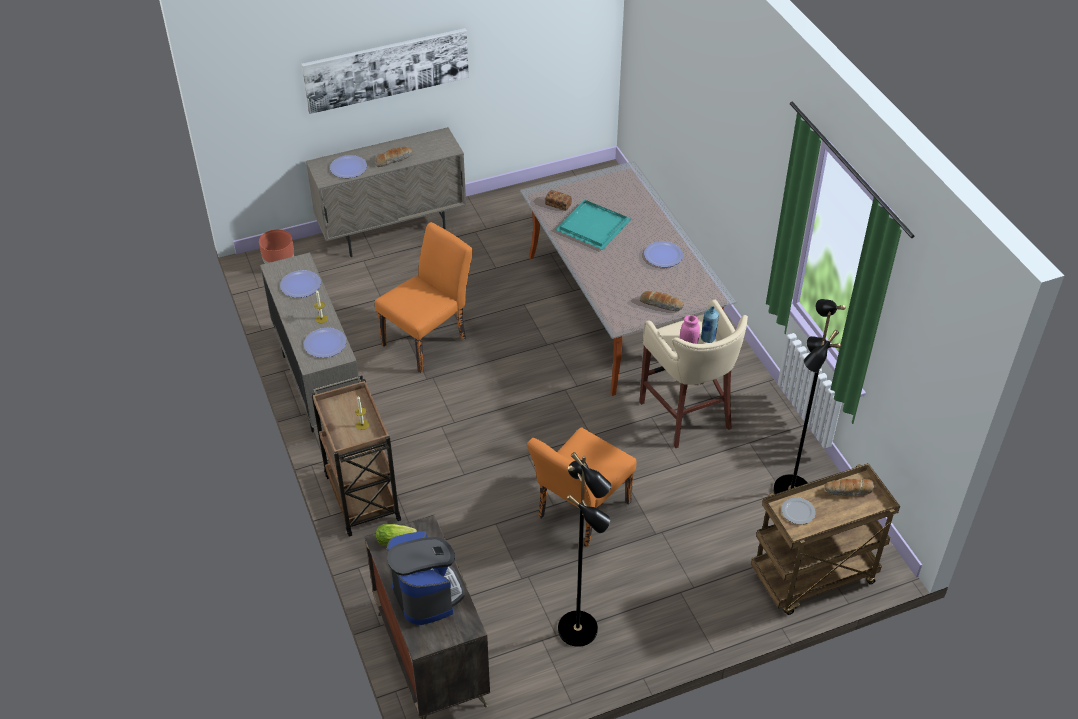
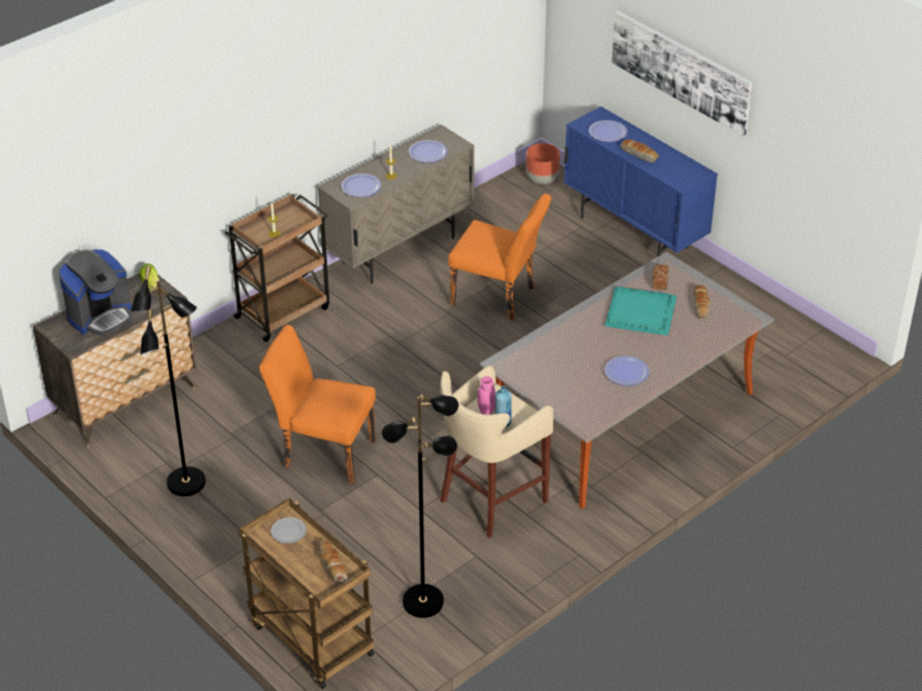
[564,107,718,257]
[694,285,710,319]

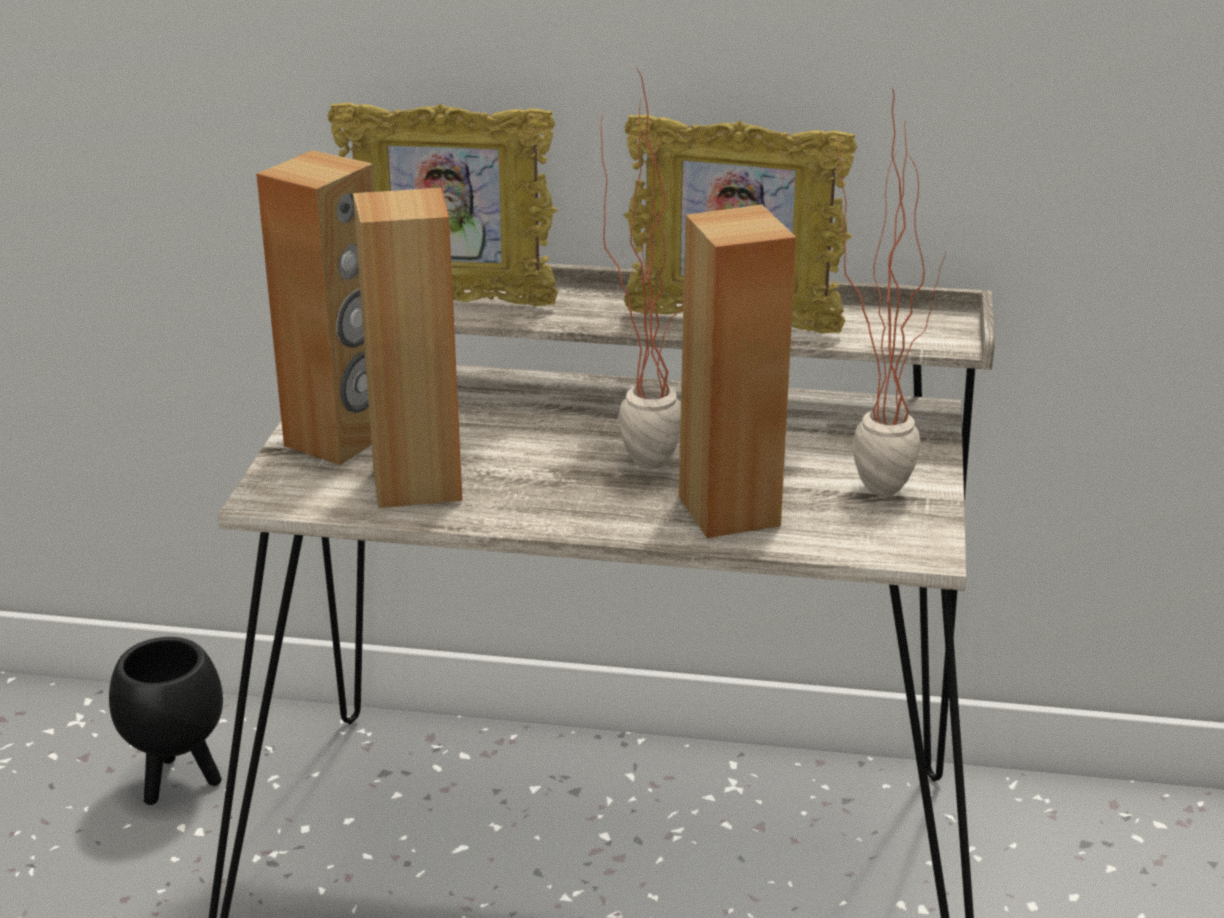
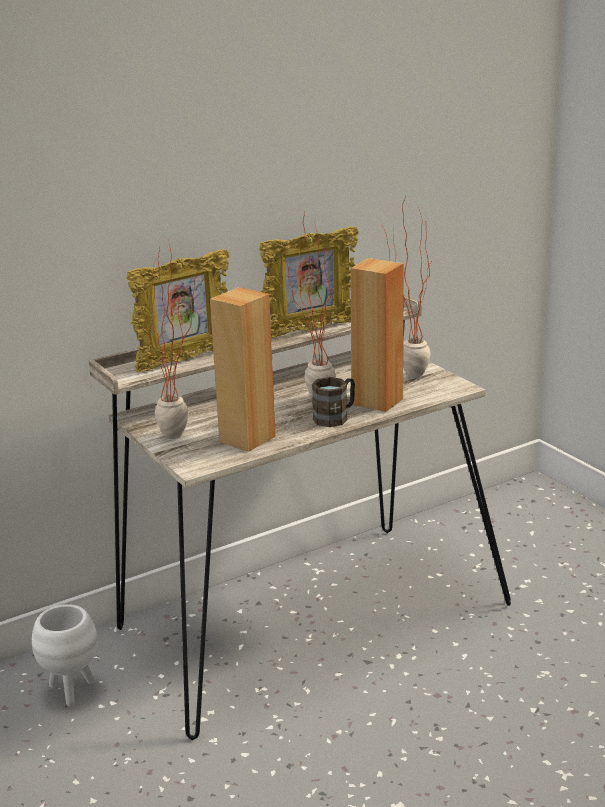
[32,604,98,707]
[143,244,198,439]
[312,377,355,427]

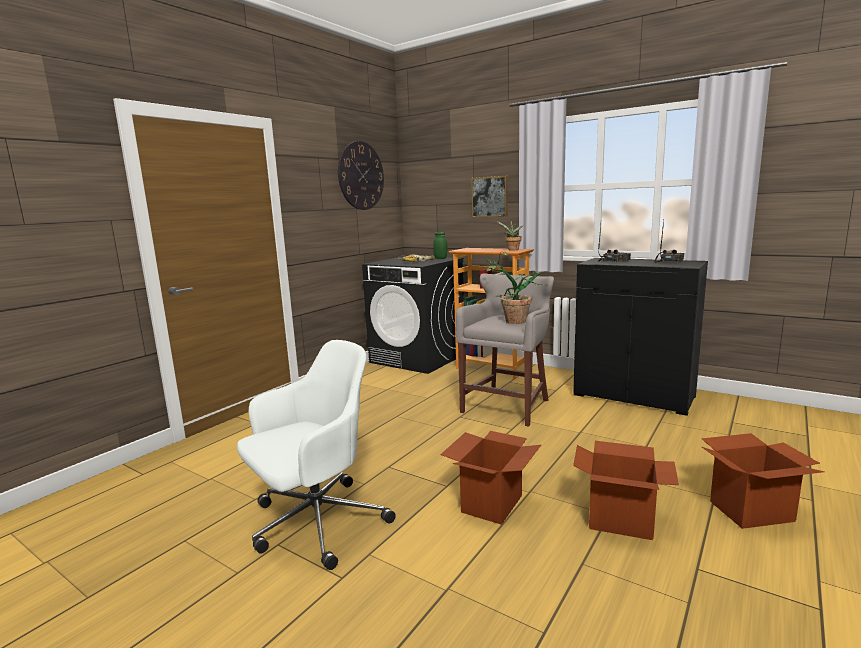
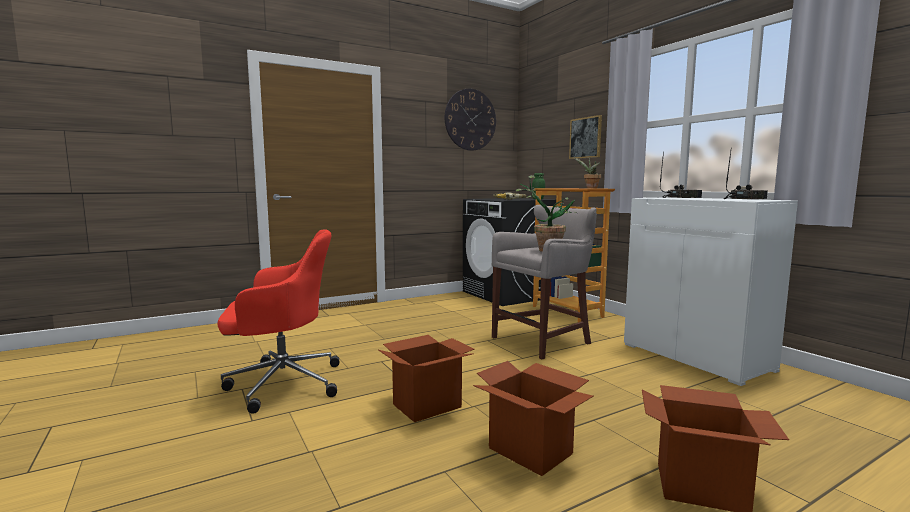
[217,230,339,414]
[624,197,798,386]

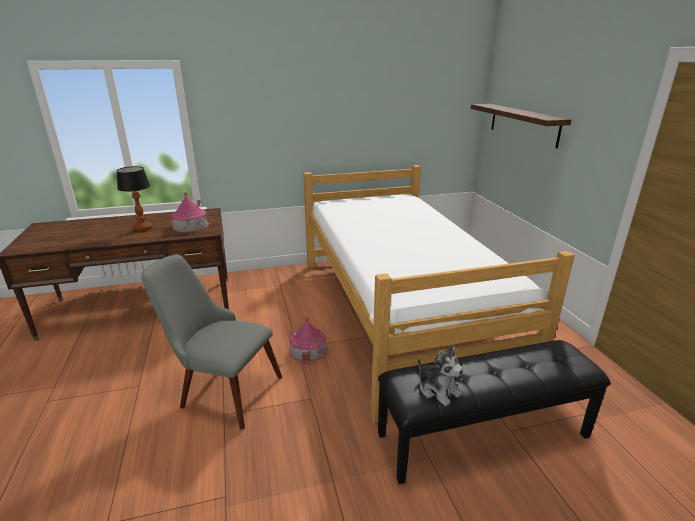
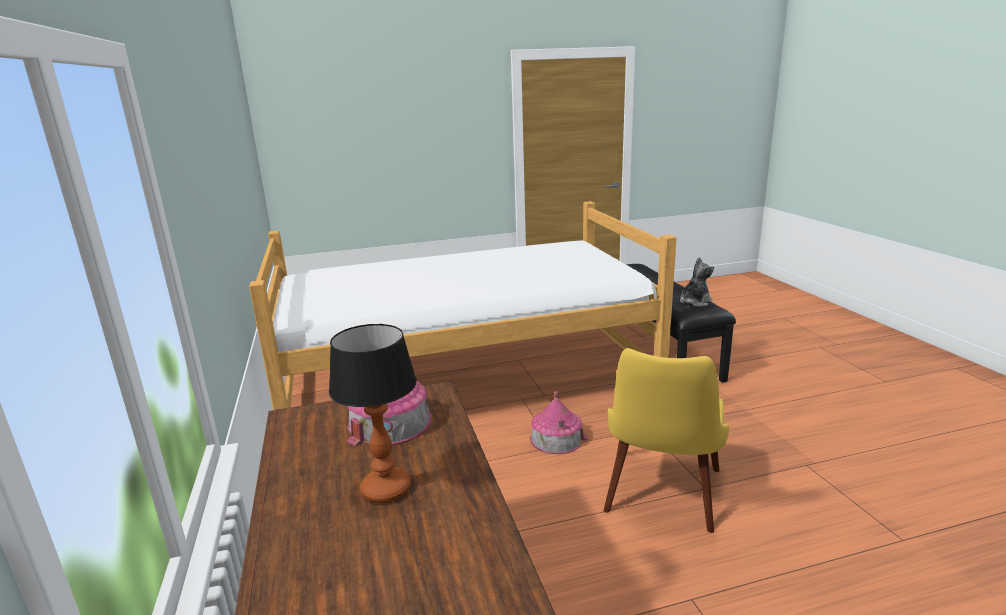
[604,348,729,533]
[471,104,571,148] (first image)

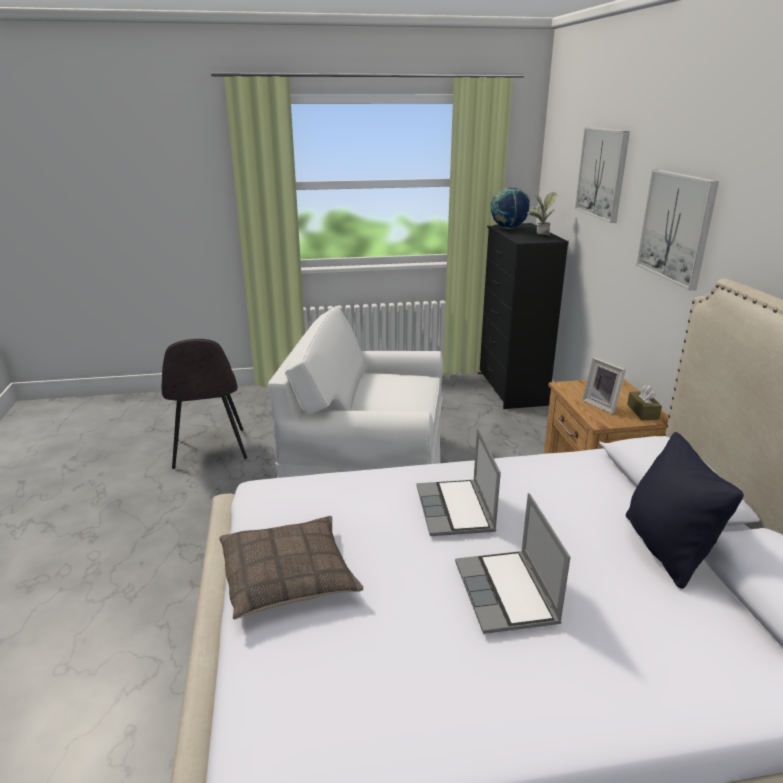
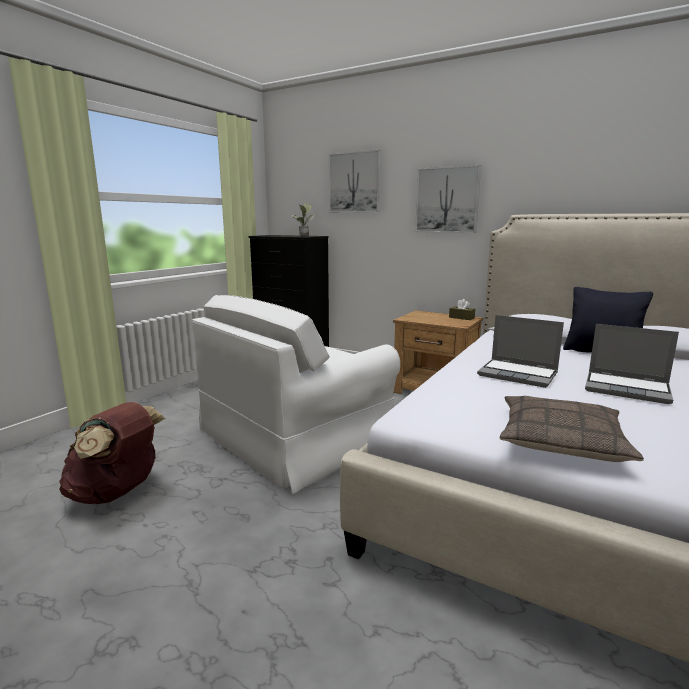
[59,402,166,504]
[490,187,530,229] (first image)
[583,357,626,414] (first image)

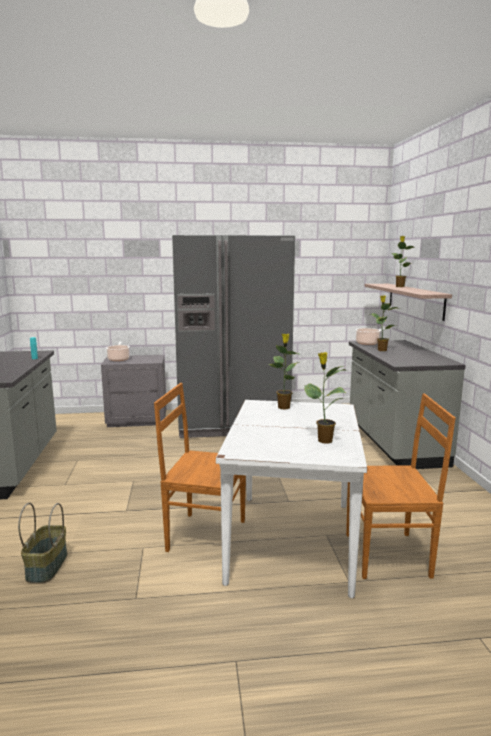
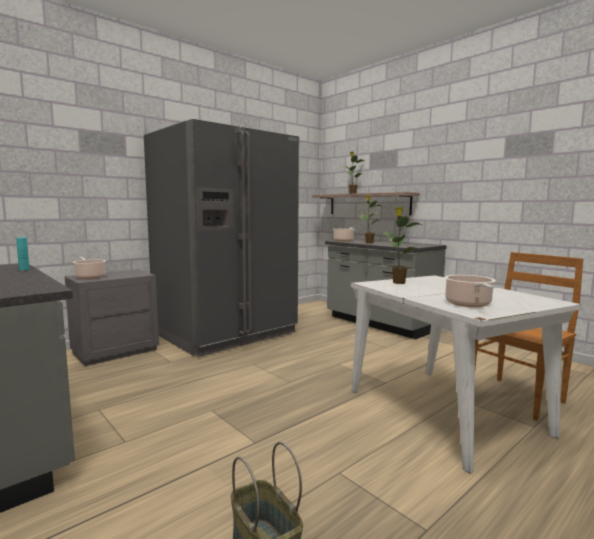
[444,275,496,307]
[154,383,246,552] (first image)
[304,352,347,444] (first image)

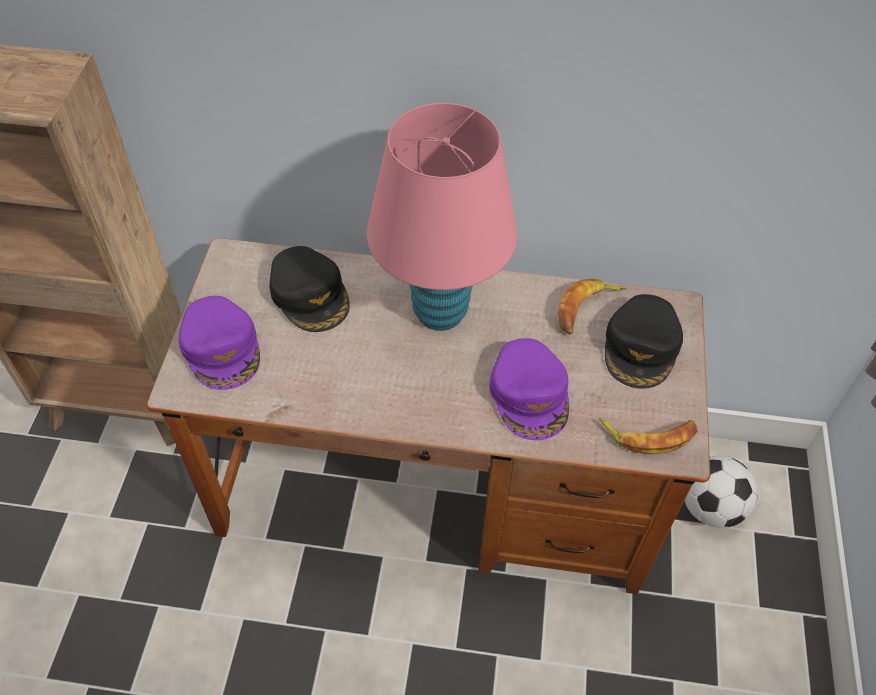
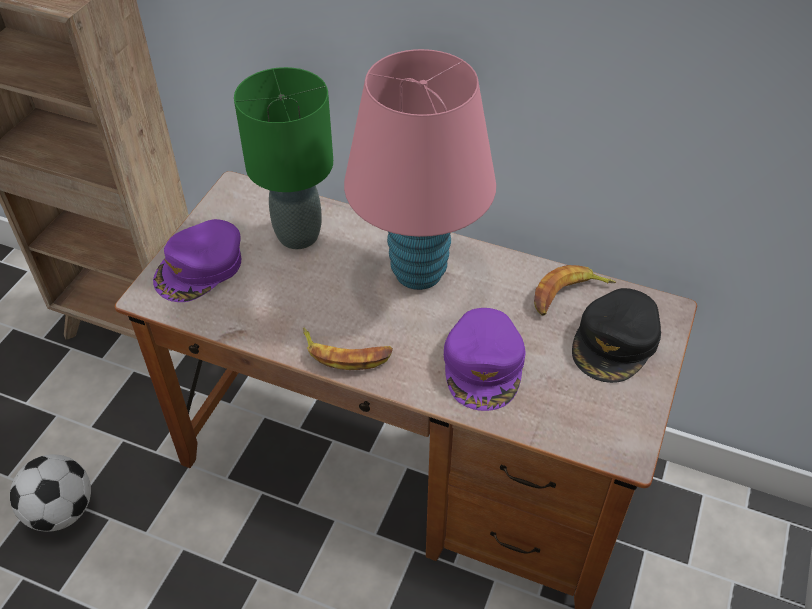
[10,454,91,532]
[153,219,241,302]
[234,67,333,249]
[303,328,393,370]

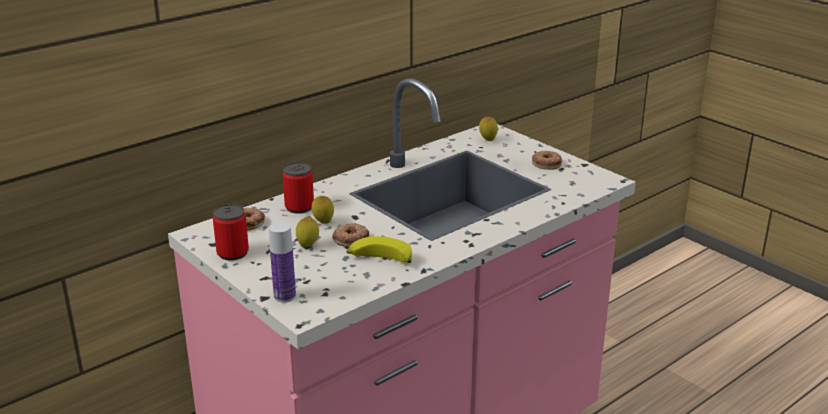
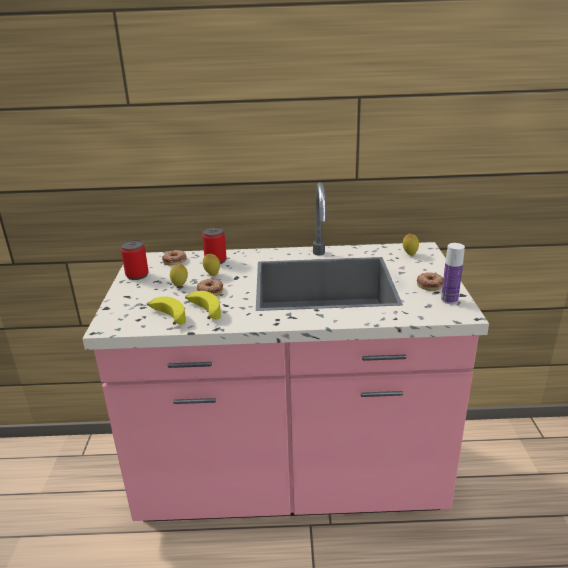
[147,296,186,325]
[441,243,465,304]

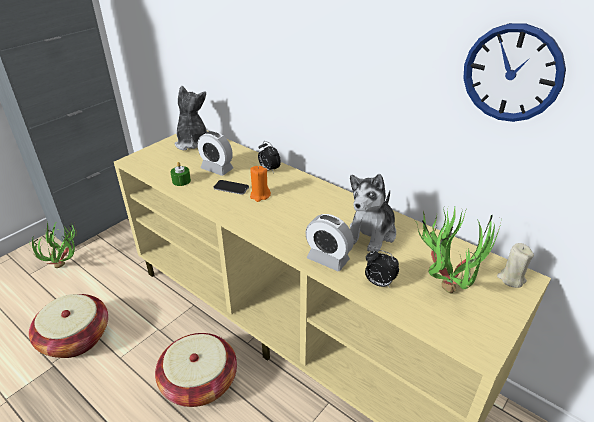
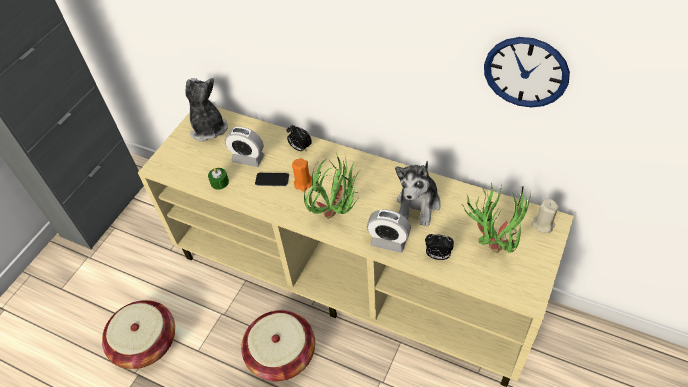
[304,153,361,218]

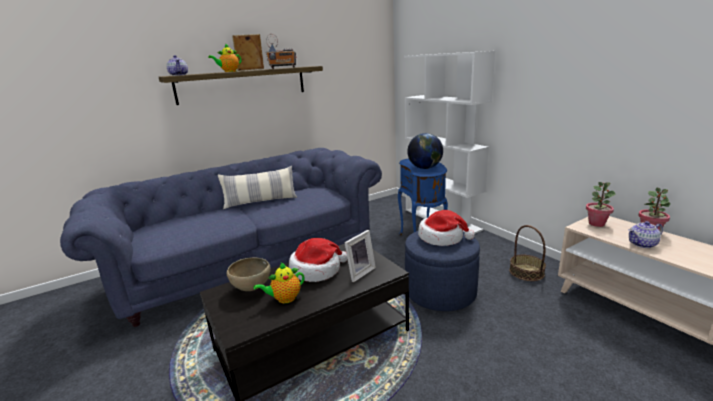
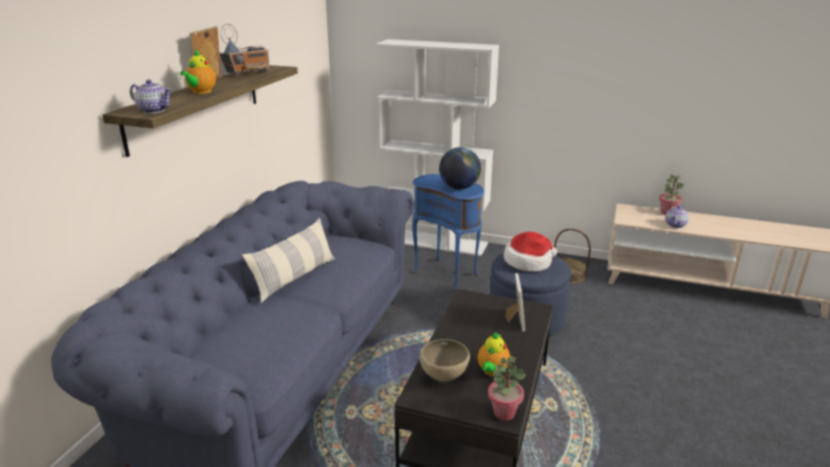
[488,356,526,421]
[289,238,348,282] (first image)

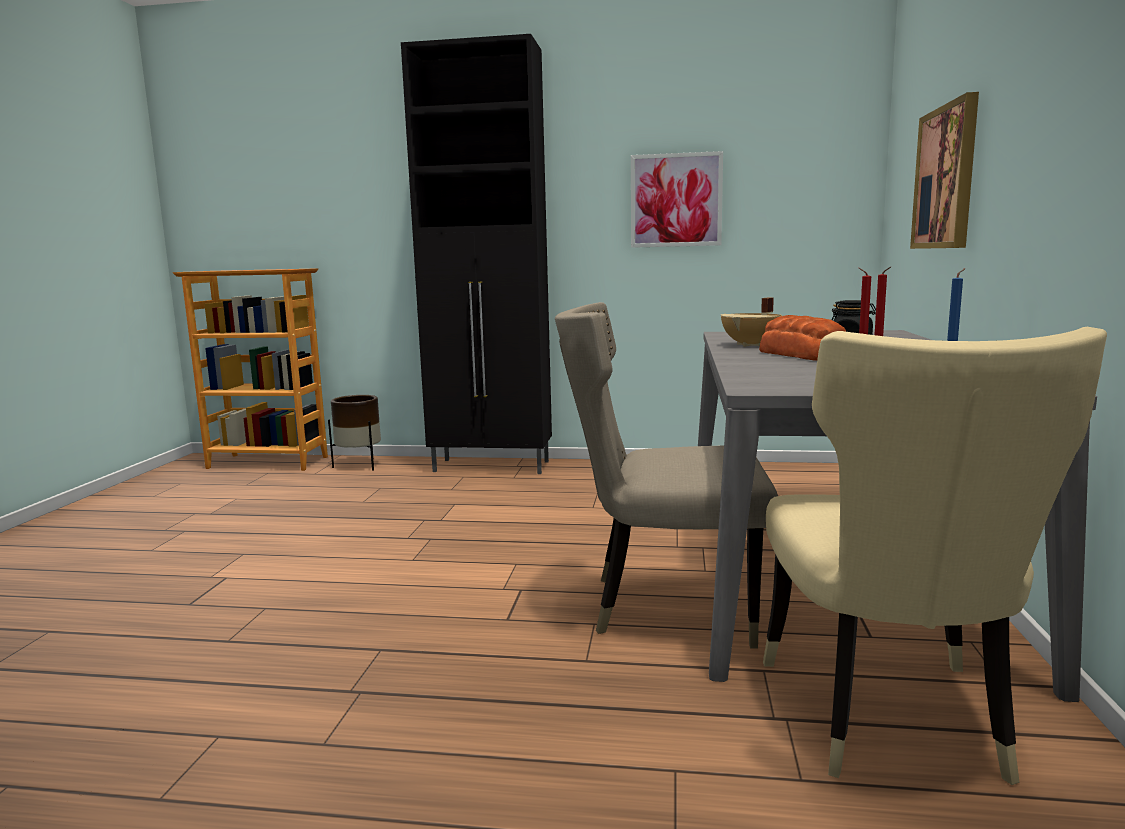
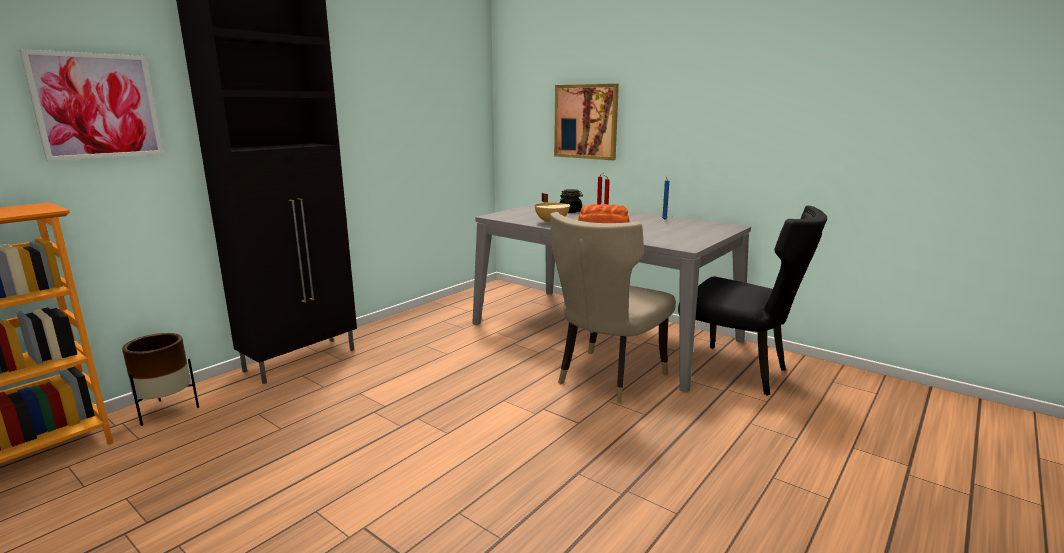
[19,49,164,161]
[678,205,827,396]

